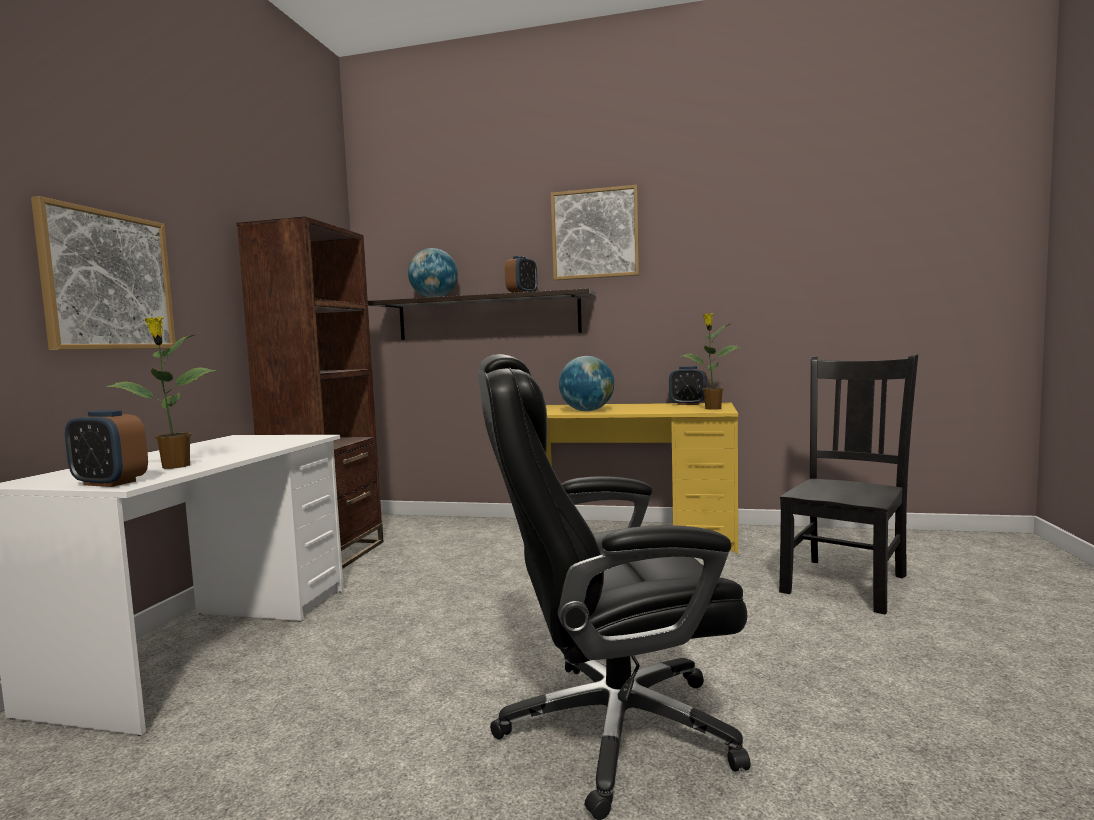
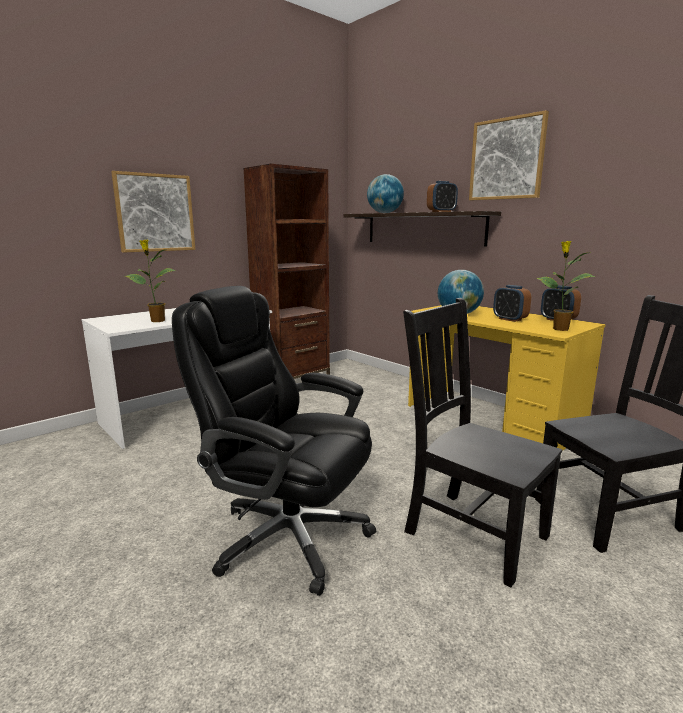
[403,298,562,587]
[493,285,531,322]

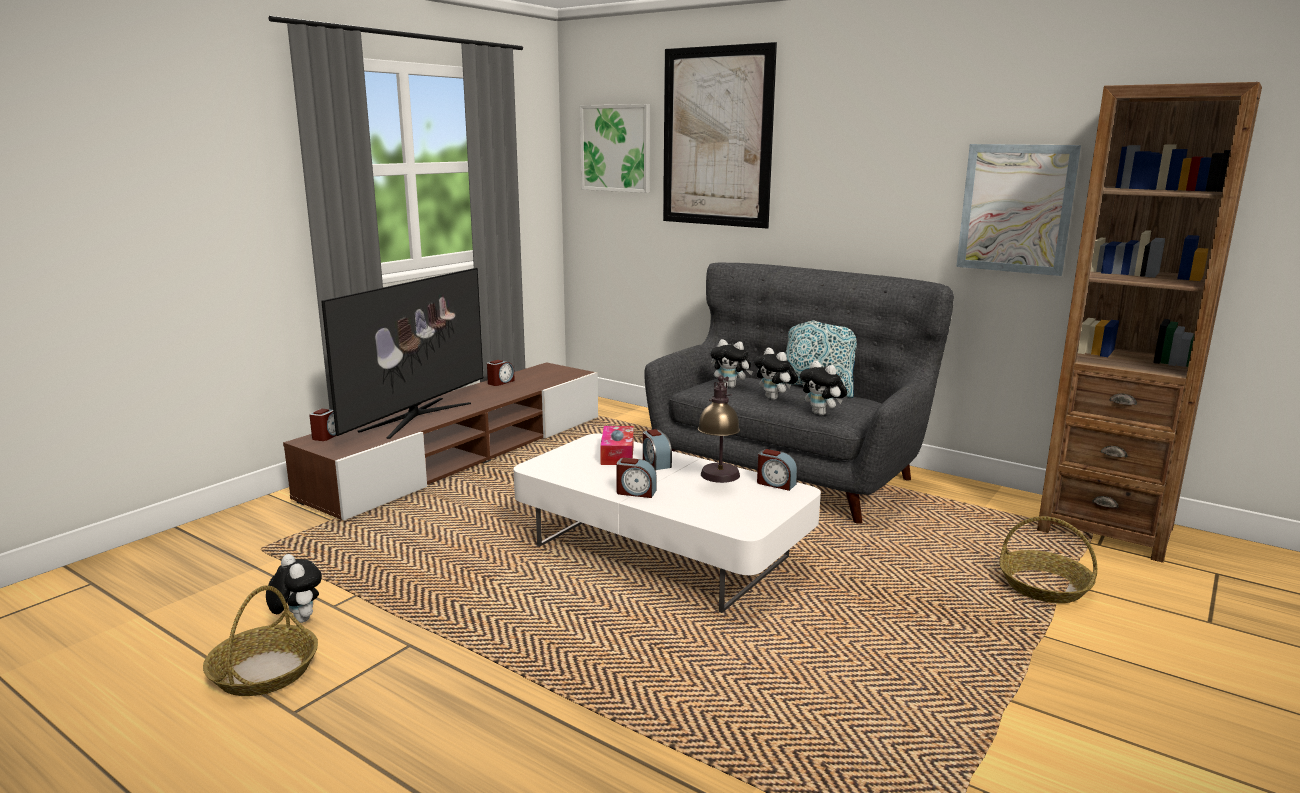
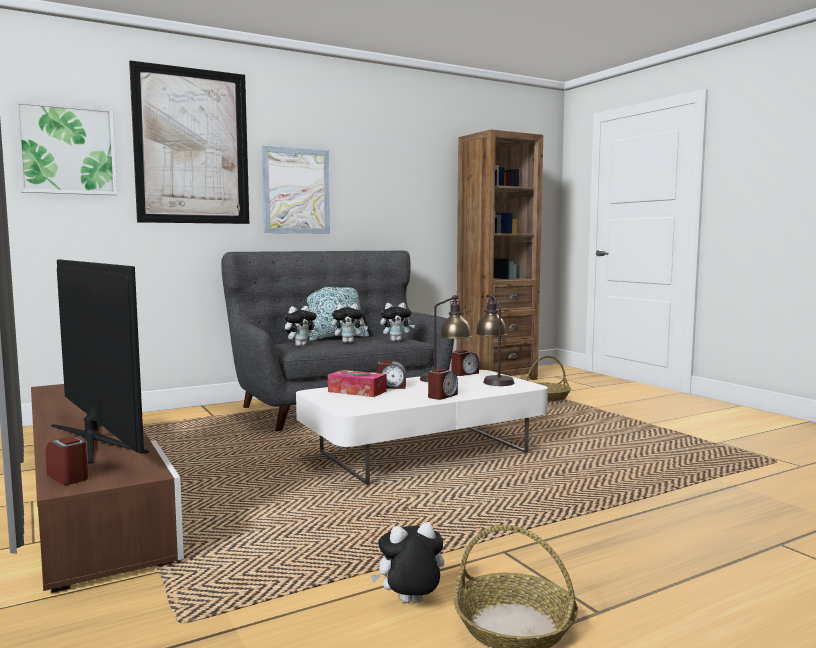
[262,146,330,234]
[476,294,514,386]
[487,360,515,386] (first image)

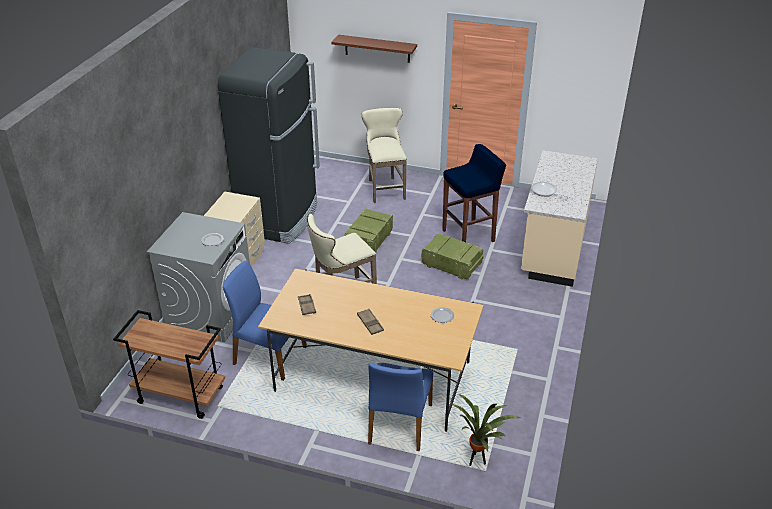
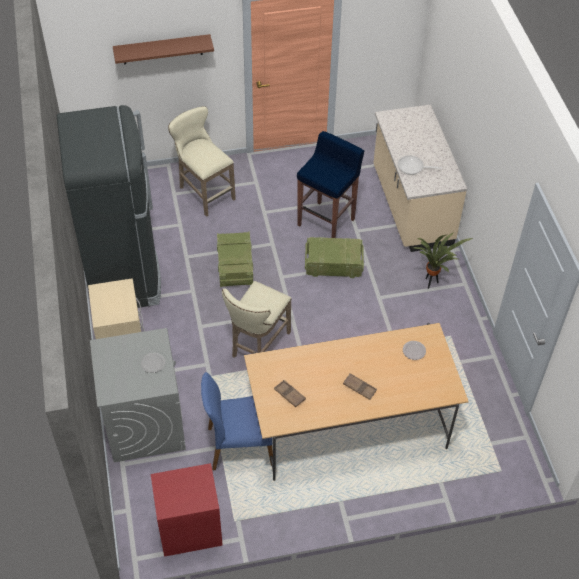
[151,463,223,557]
[414,232,473,289]
[368,363,433,451] (first image)

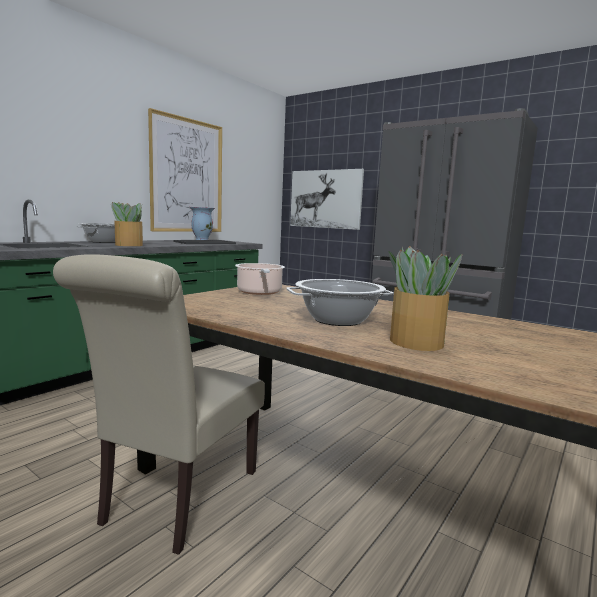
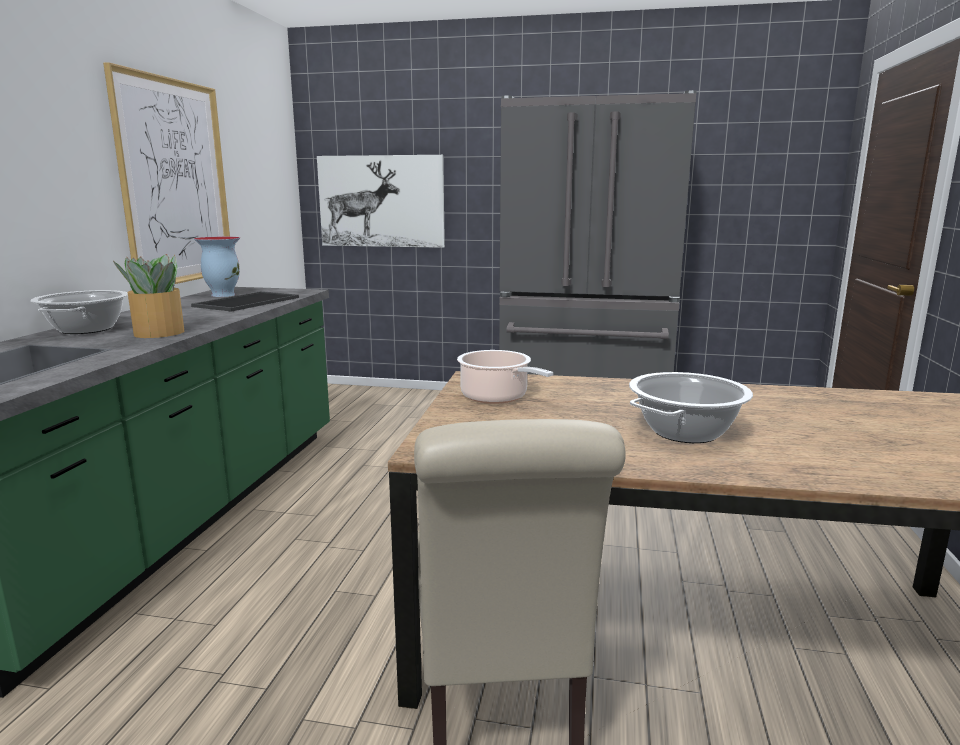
[388,246,463,351] (first image)

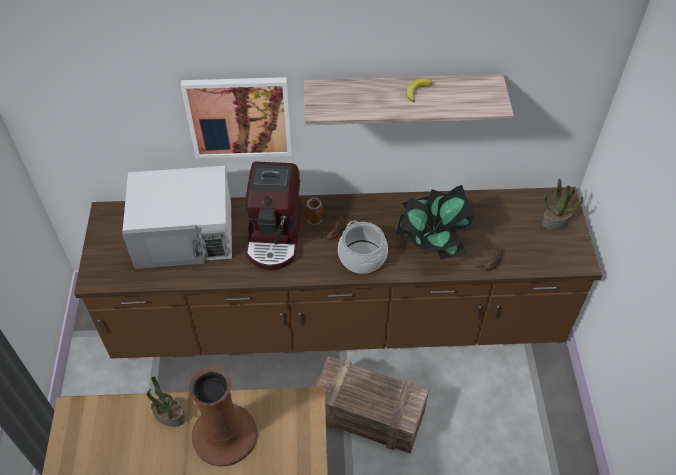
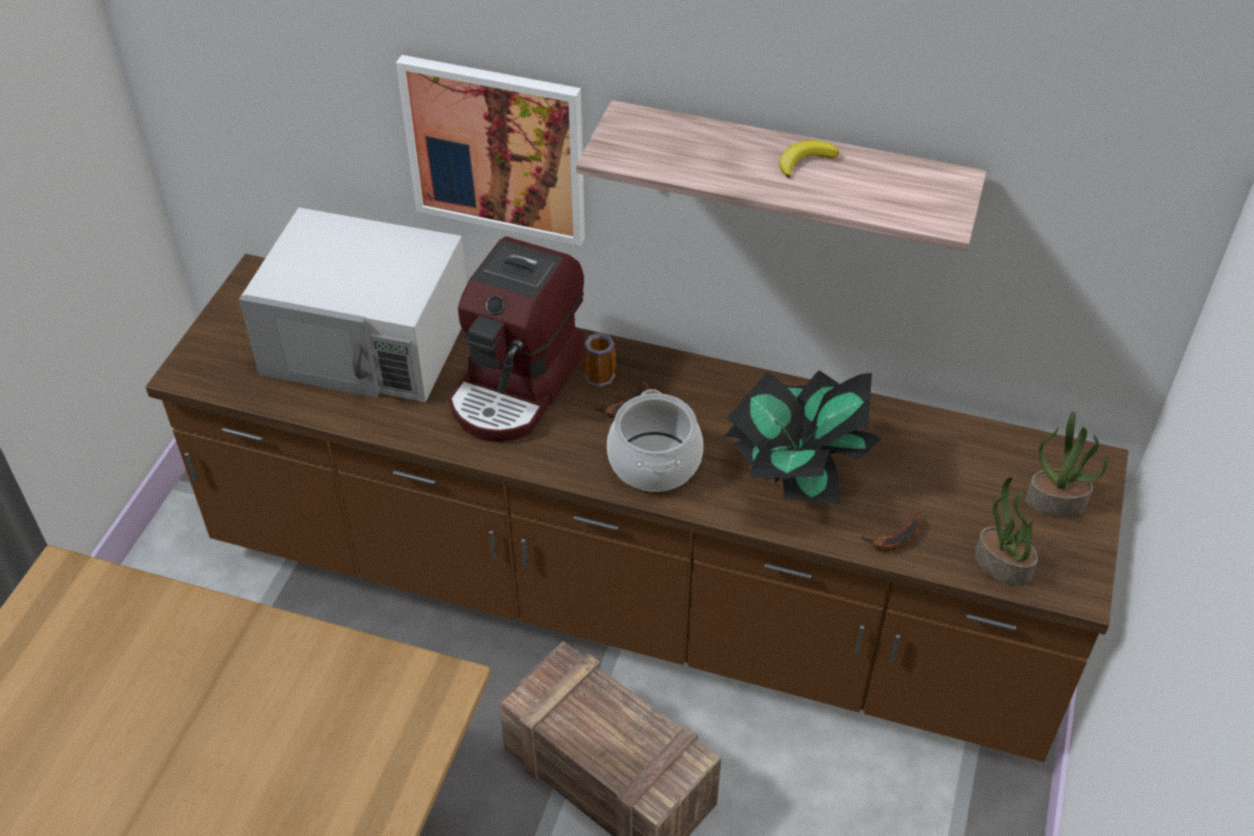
[975,477,1038,586]
[189,367,257,467] (first image)

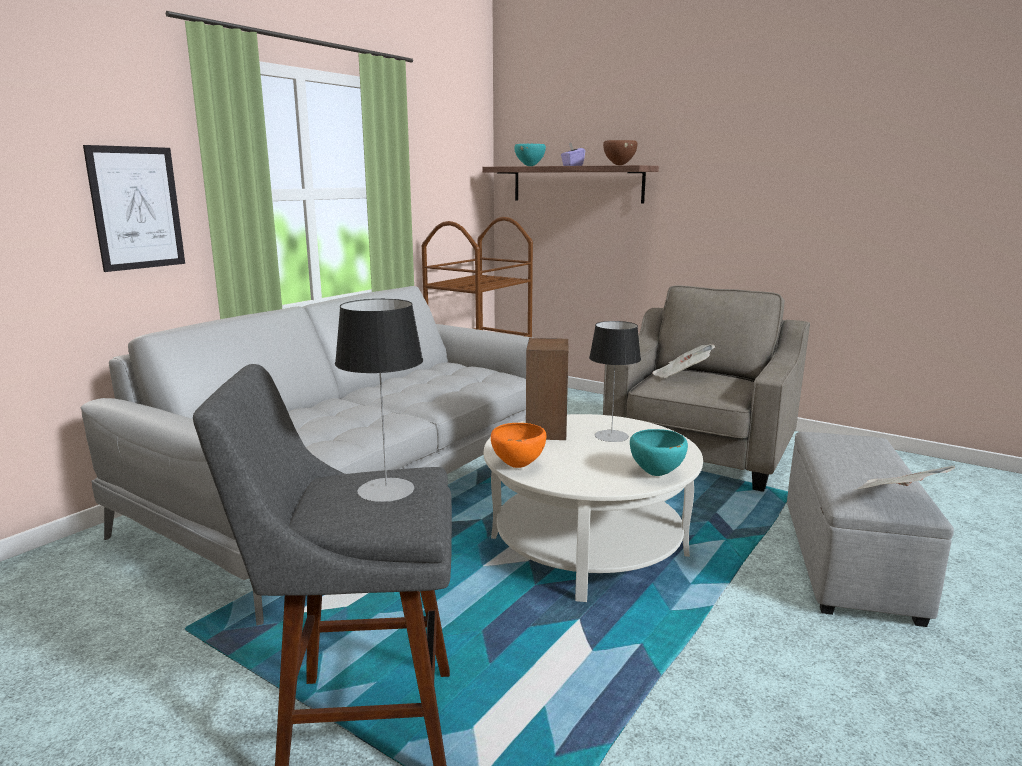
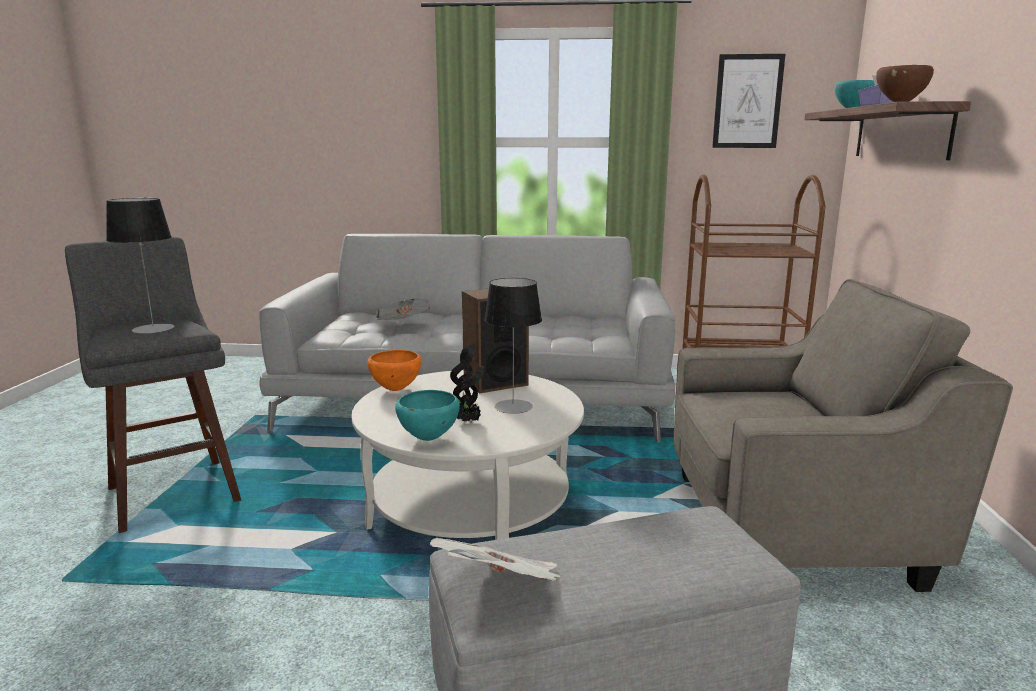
[376,298,430,320]
[450,344,485,423]
[712,54,785,148]

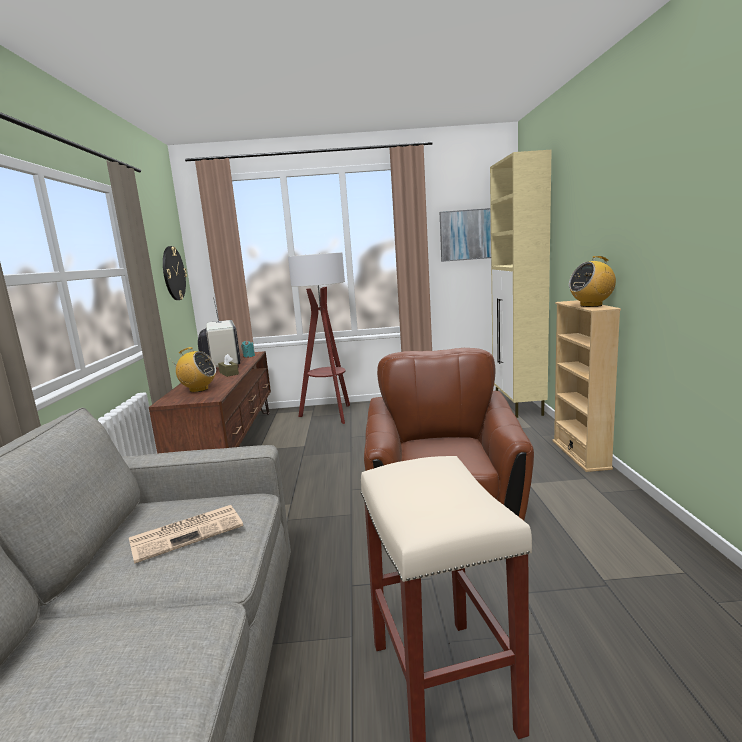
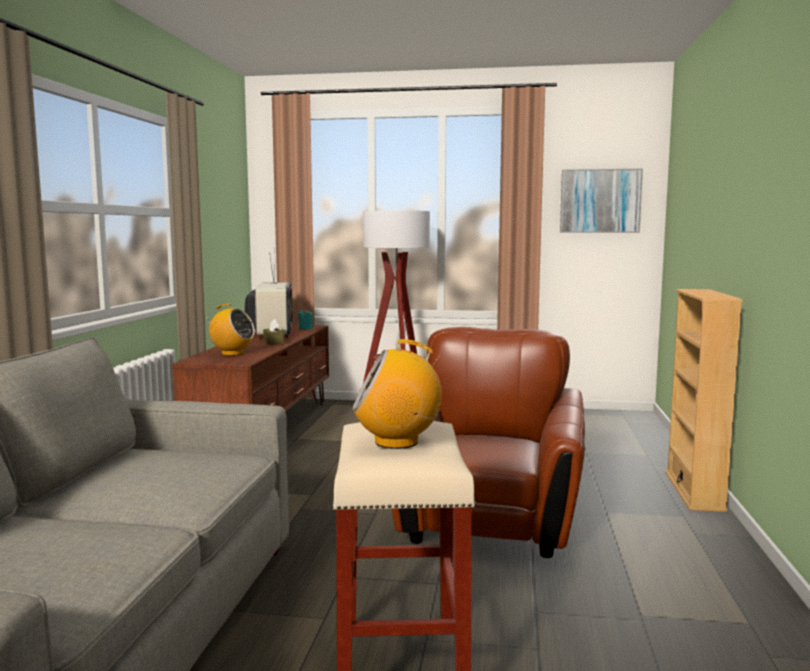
[352,339,442,449]
[129,505,243,564] (first image)
[163,246,187,300] (first image)
[490,149,552,418] (first image)

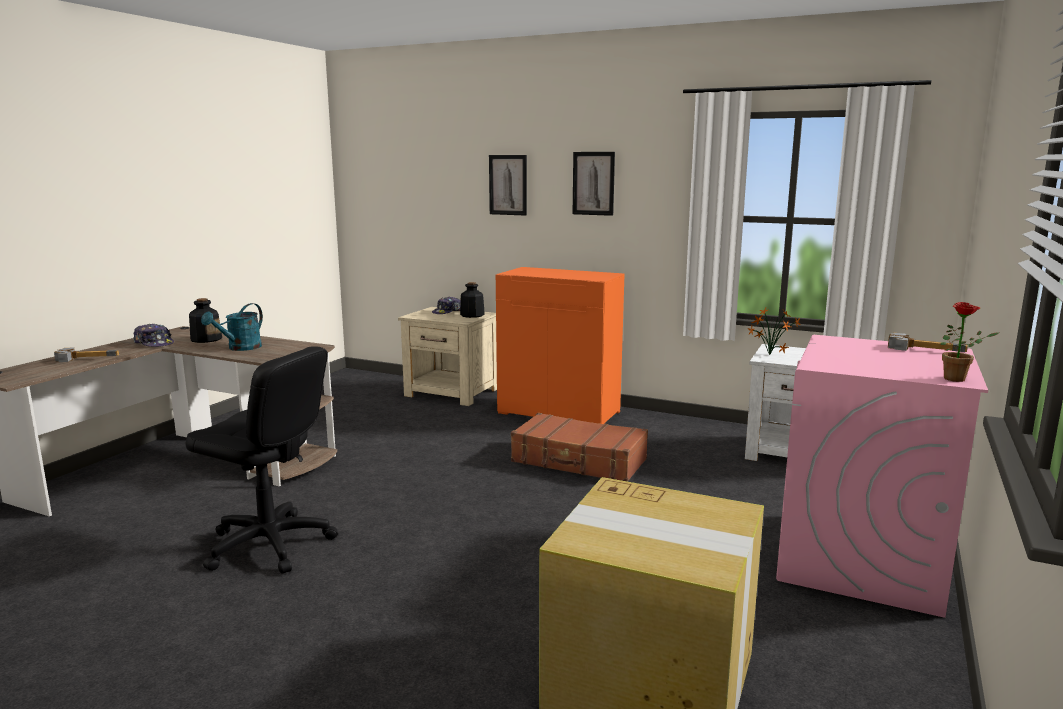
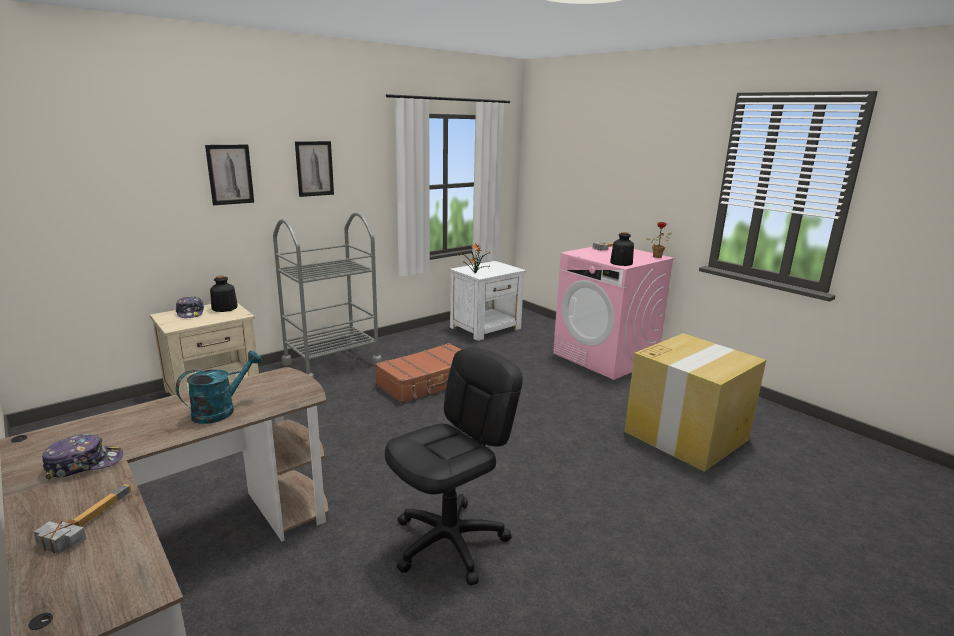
[176,351,262,424]
[273,212,382,378]
[610,232,634,266]

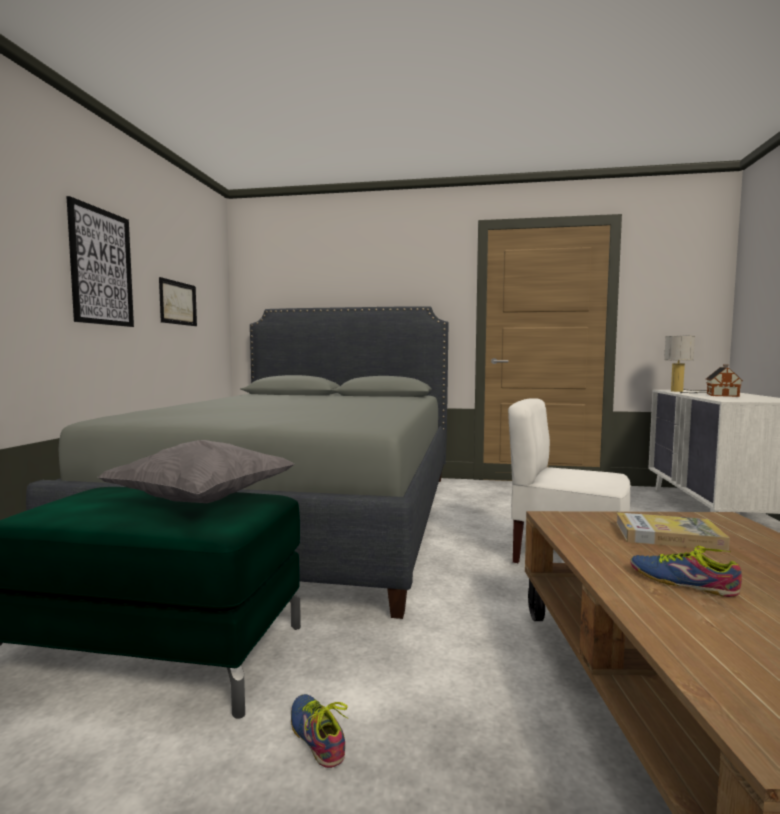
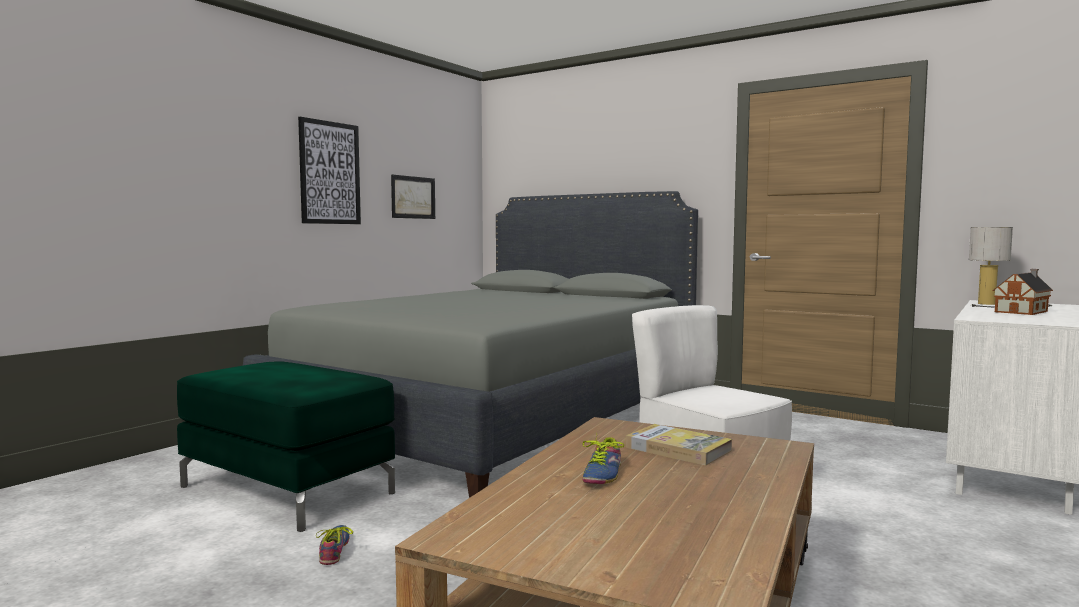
[582,433,624,484]
[97,440,294,503] (first image)

